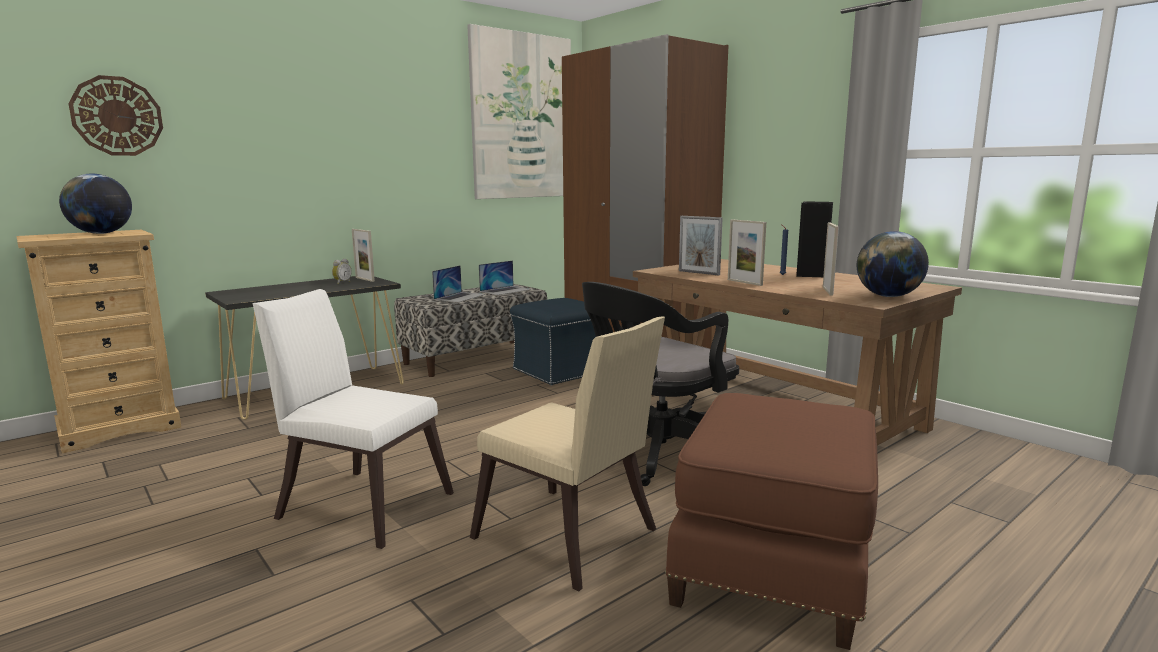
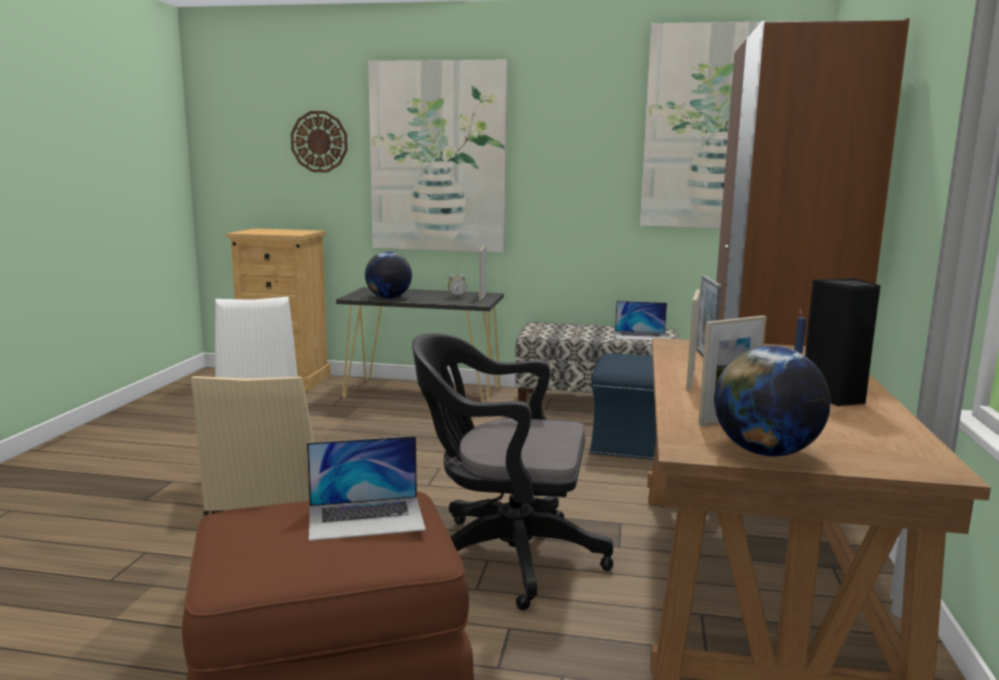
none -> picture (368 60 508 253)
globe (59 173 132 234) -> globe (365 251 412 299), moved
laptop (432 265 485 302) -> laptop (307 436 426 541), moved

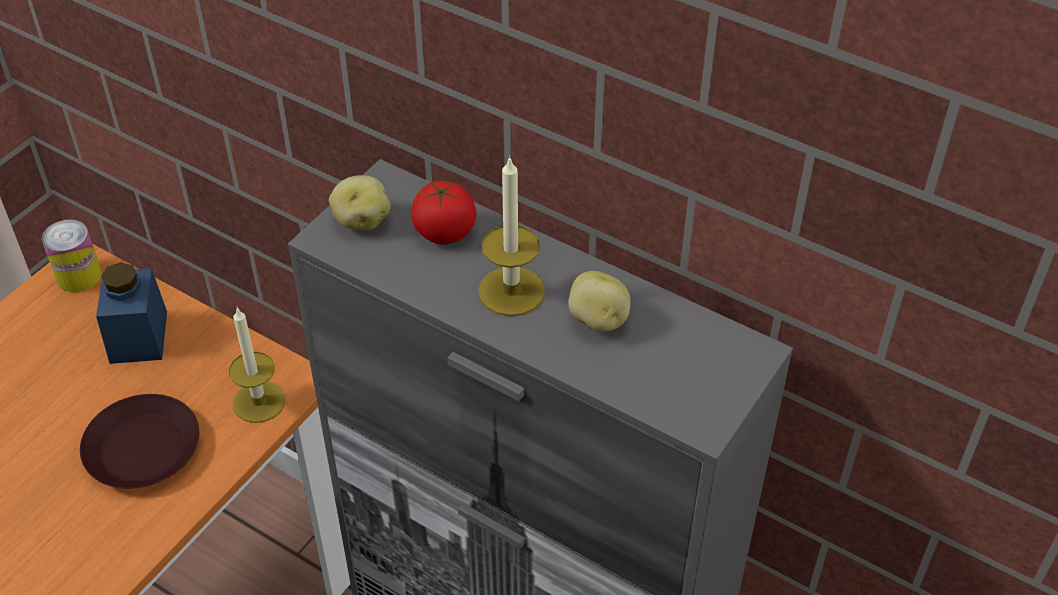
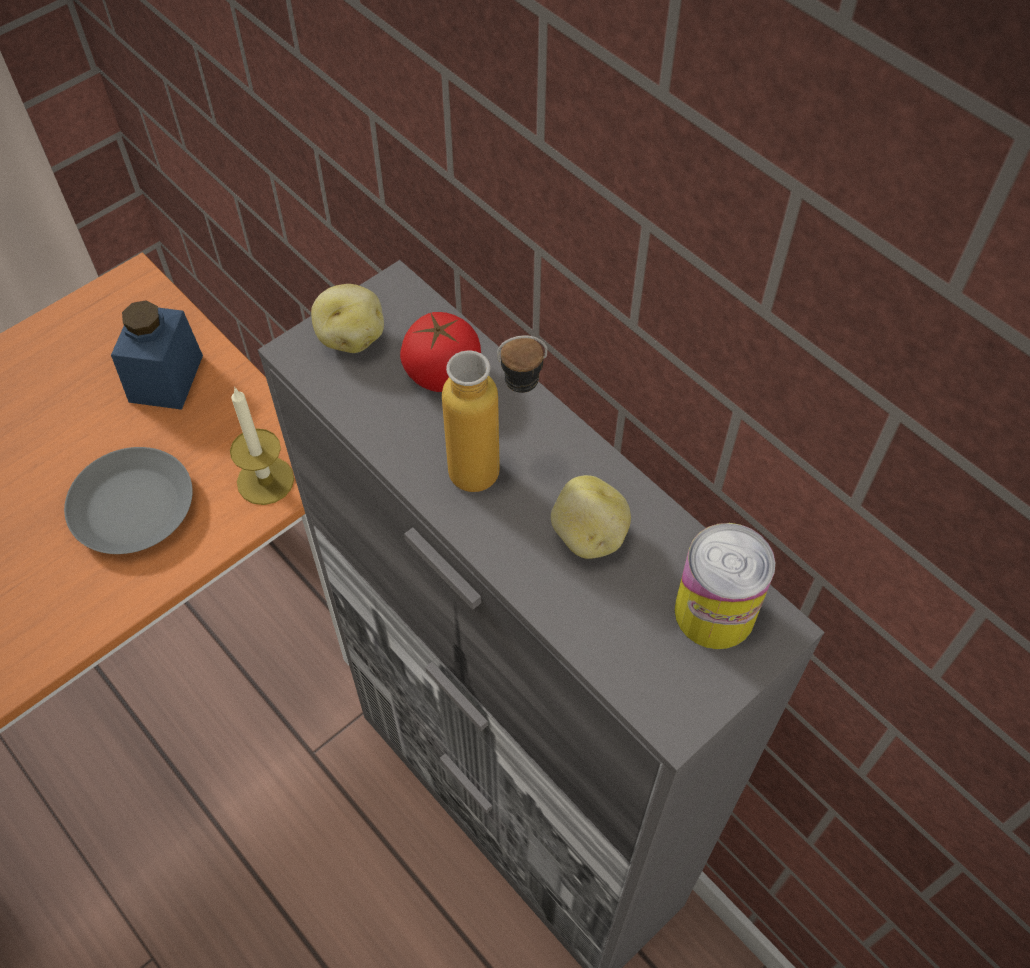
can (42 220 102 292) -> can (674 523 775 649), moved
candle (478 156 545 316) -> bottle (442 335 547 492)
plate in brown (80 394 199 489) -> plate in grey (64 447 193 554)

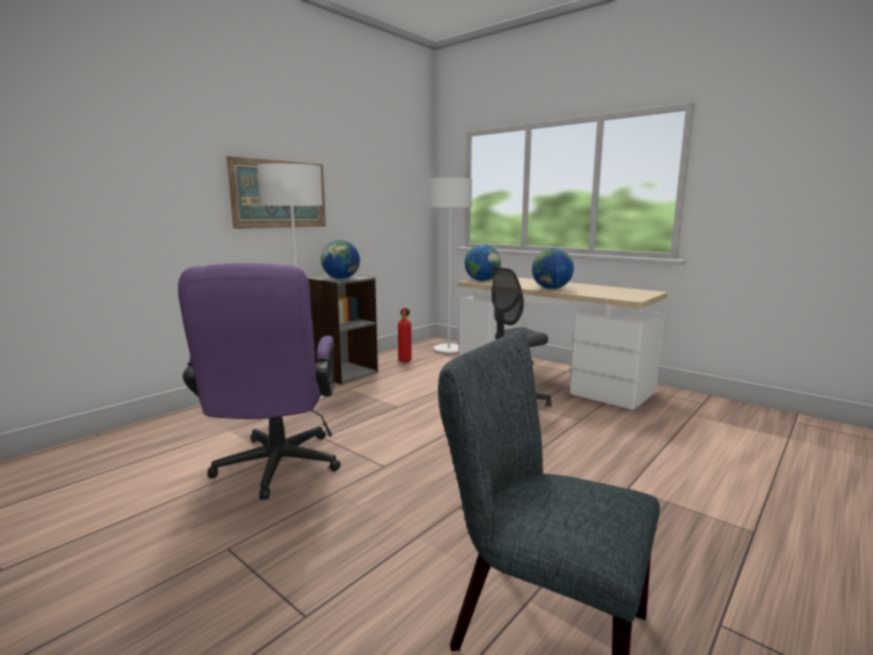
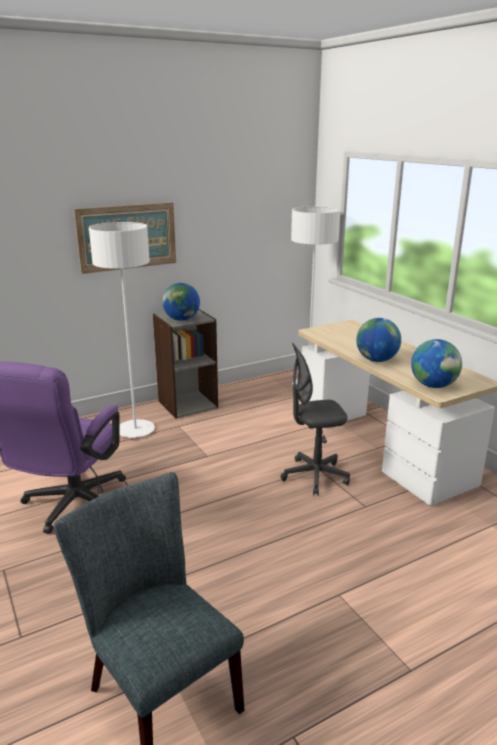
fire extinguisher (398 308 412 362) -> none
globe (465 244 501 281) -> globe (411 339 462 388), moved

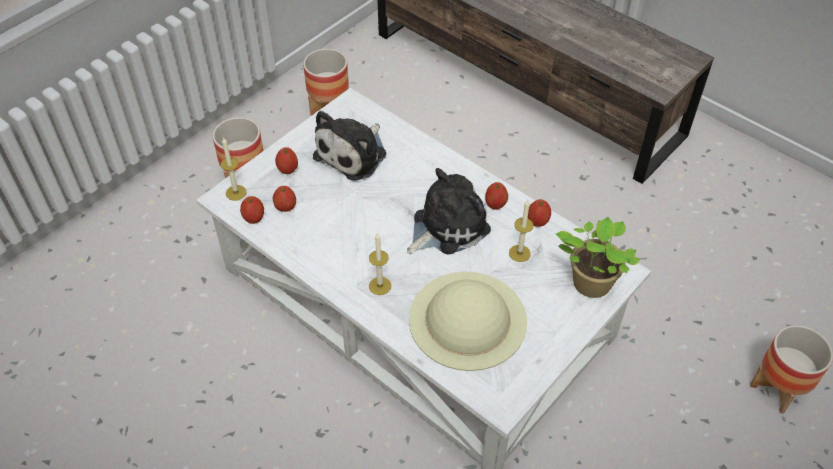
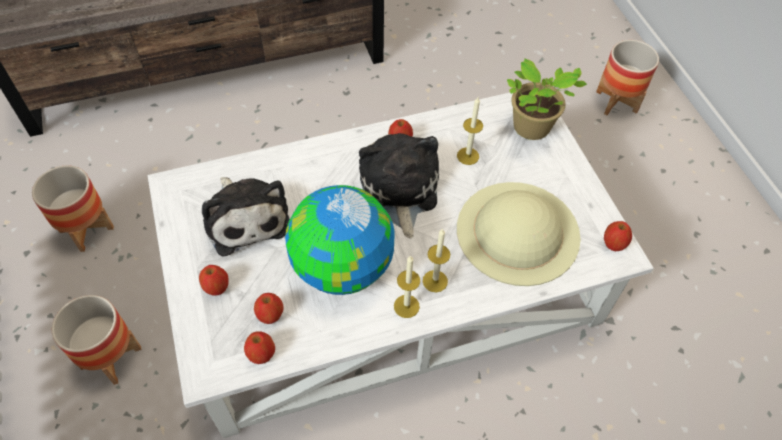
none -> globe (285 185 395 295)
candle (220 137 247 201) -> candle (394 255 420 318), moved
apple (528 199 551 227) -> apple (604 221 632 251), moved

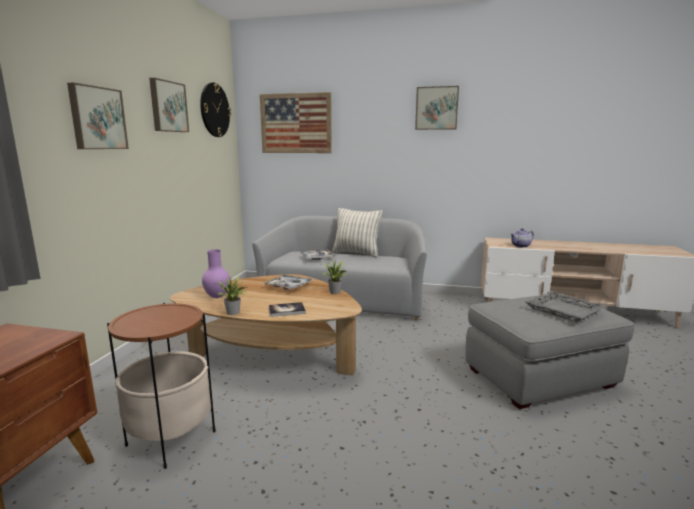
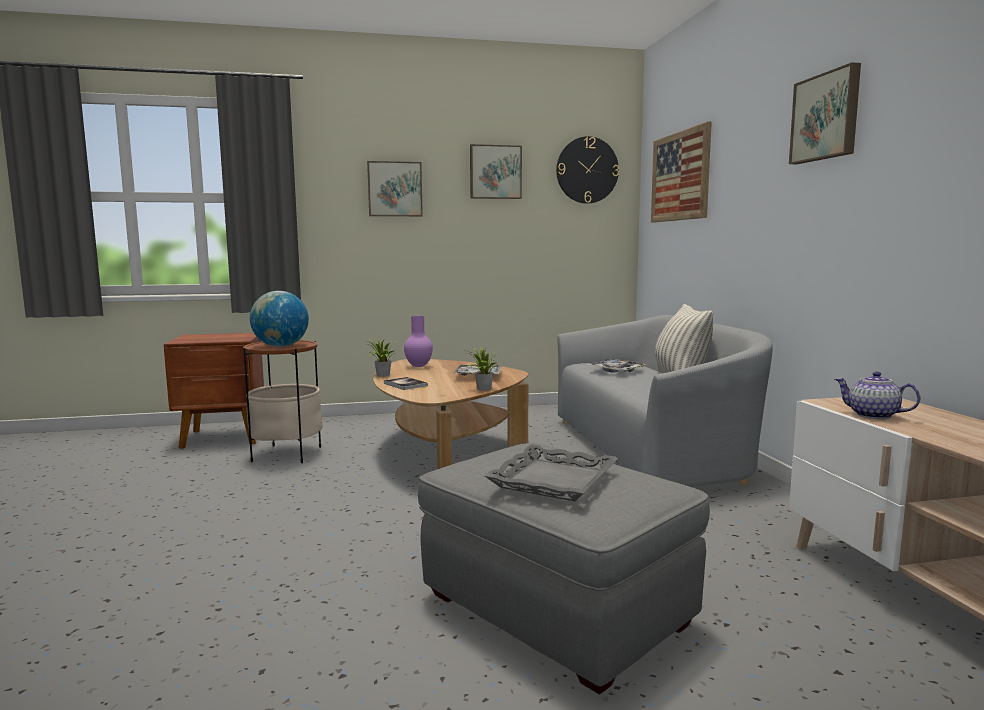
none -> globe (250 291 309 347)

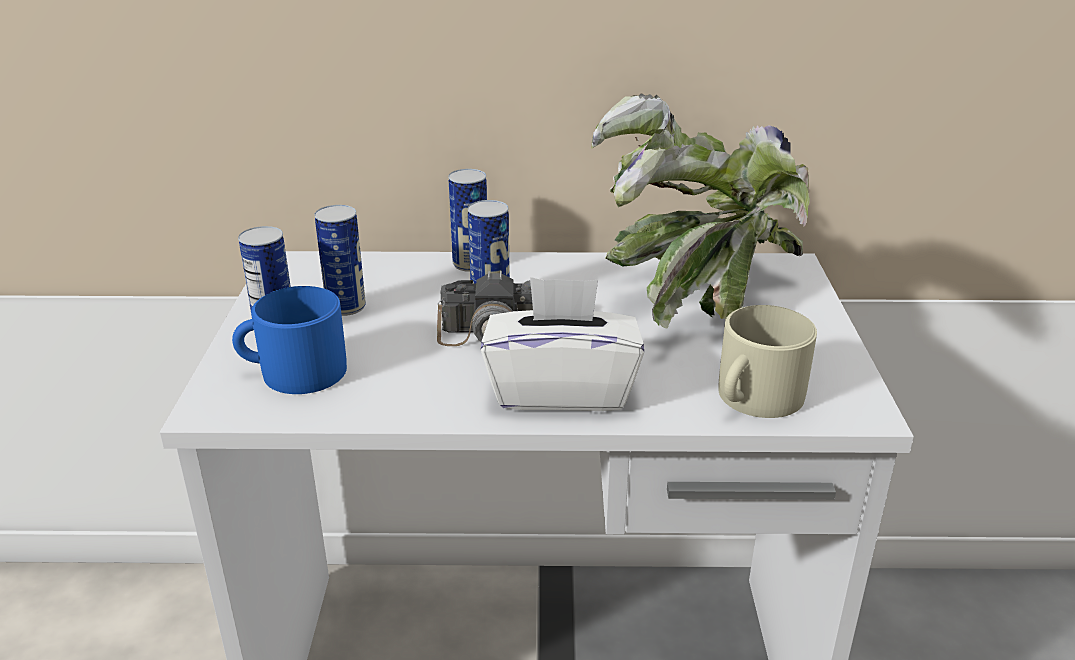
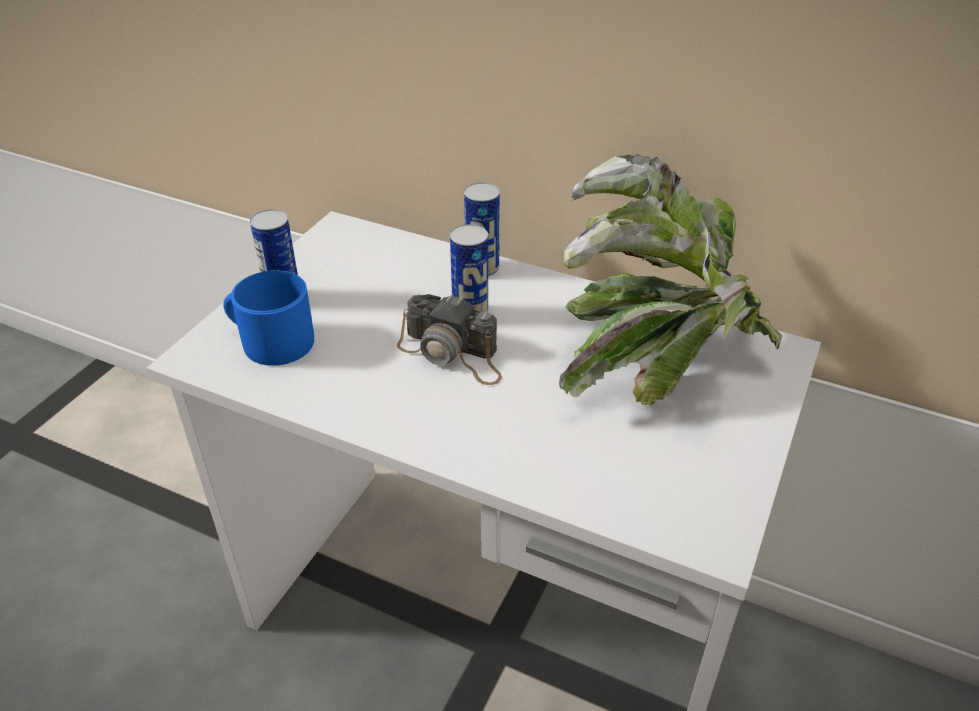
can (314 205 366 316) -> none
tissue box in white (481 277 644 411) -> none
mug in beige (719 305 817 418) -> none

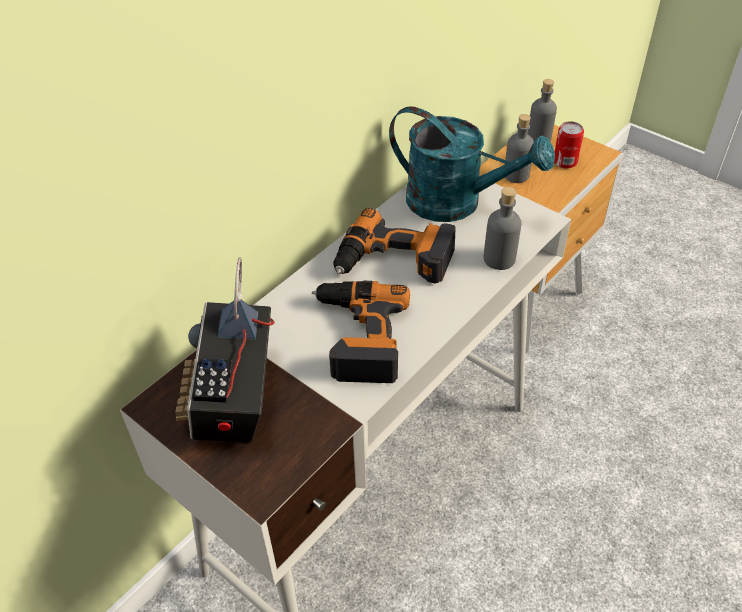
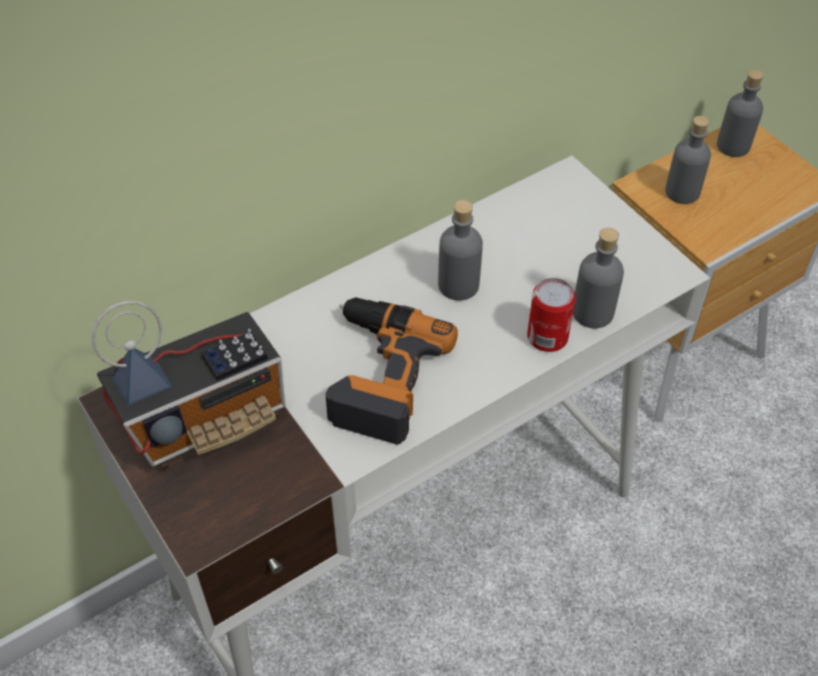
watering can in turquoise (389 106 555 222) -> none
can (554 121 584 169) -> can (527 278 576 352), moved
power drill (333 208 456 283) -> bottle in grey (438 200 483 301)
radio (175 257 275 443) -> radio (92 301 285 471), 135 degrees counterclockwise

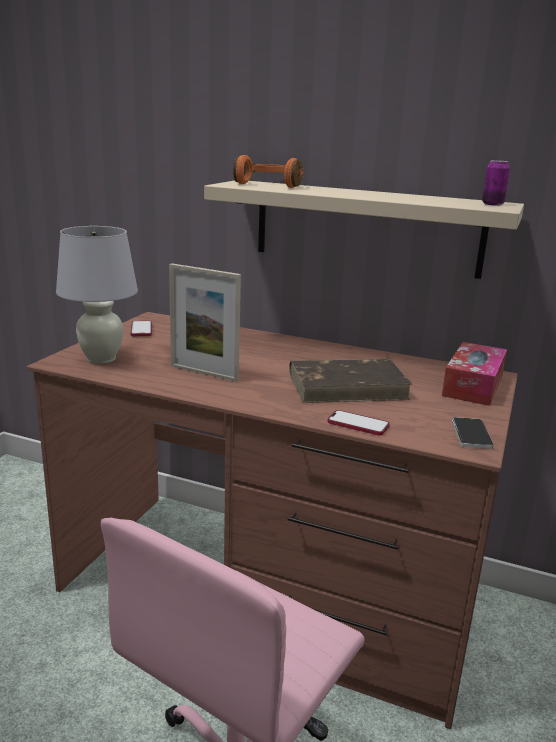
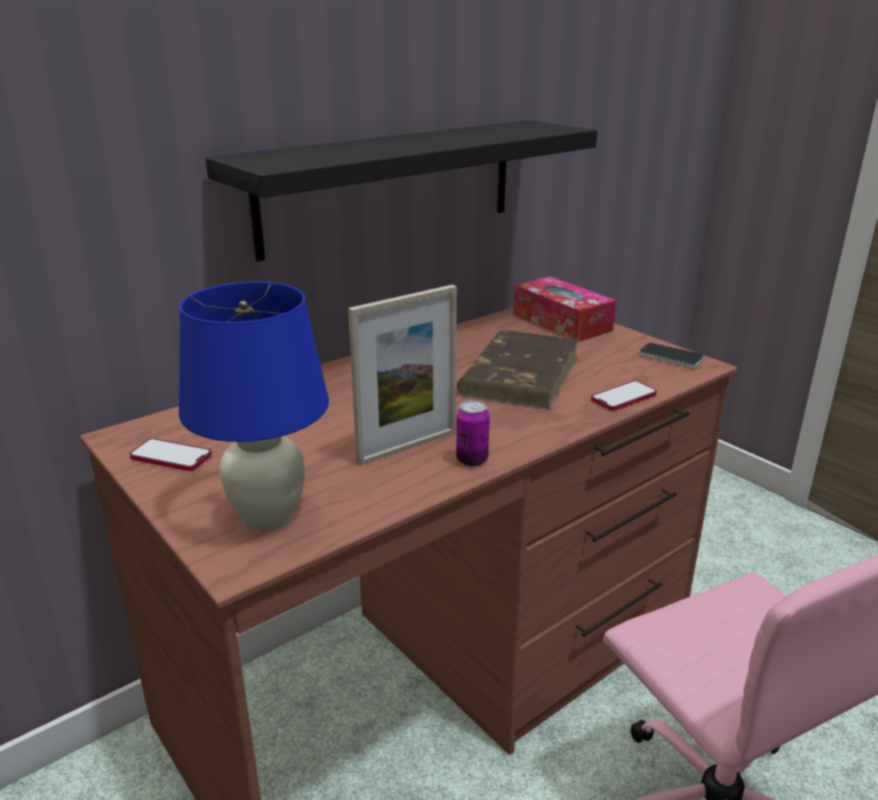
headphones in orange (233 155 303 188) -> none
can (482 160 510 206) -> can (456 400 490 467), moved
table lamp in white (56 226 138 364) -> table lamp in blue (179 282 329 531)
shelf in beige (204 180 524 279) -> shelf in black (205 120 597 262)

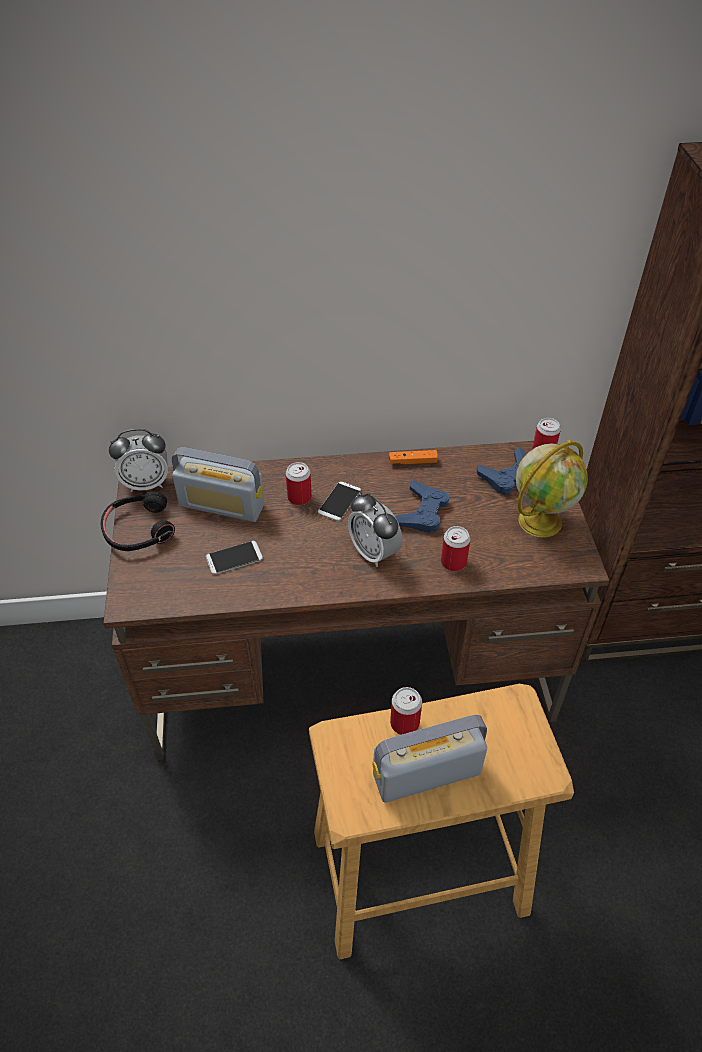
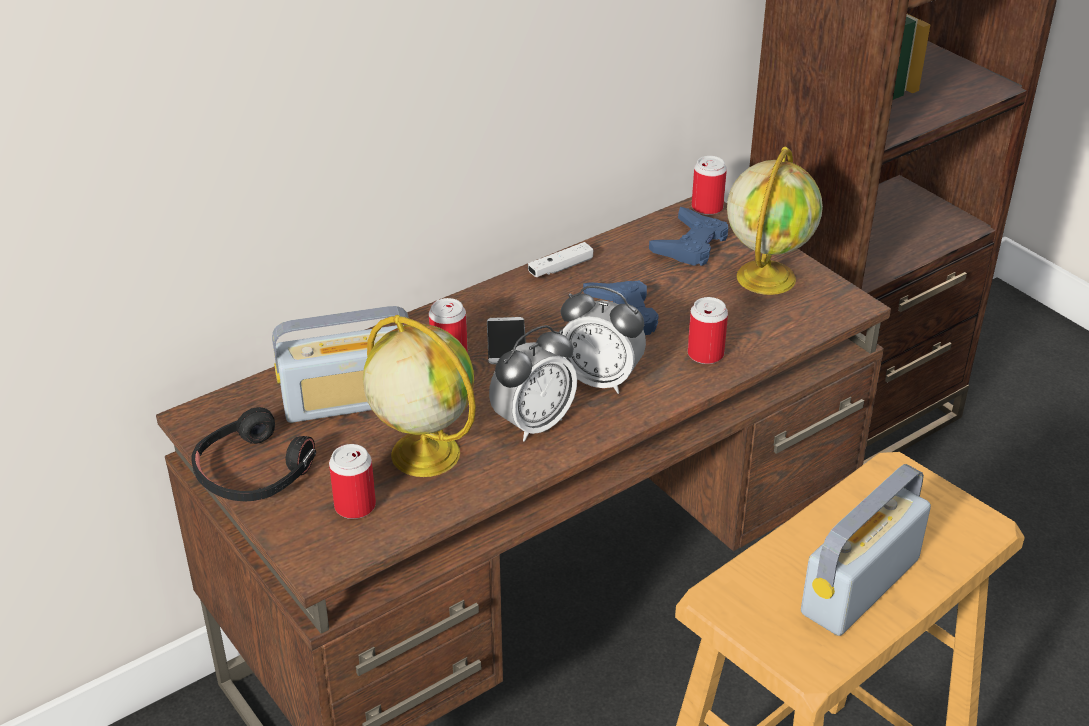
alarm clock (109 429 168 492) -> alarm clock (489 325 577 441), moved
can (390 687 422 735) -> can (329 444 376 519), moved
phone (206 541 263 575) -> globe (363 315 476 477)
game controller in orange (389 450 438 464) -> game controller in white (528 242 593 277)

